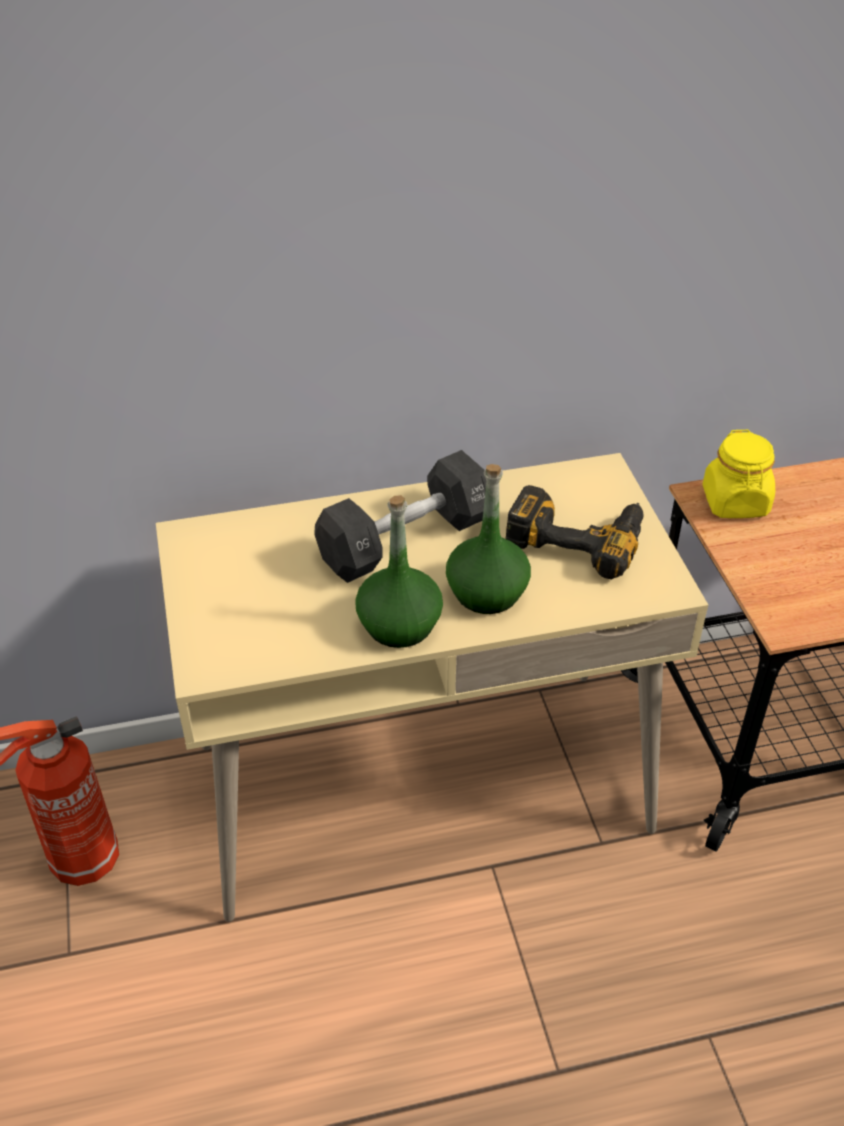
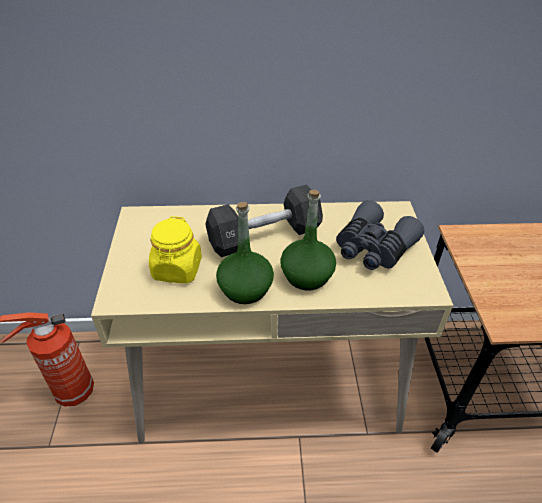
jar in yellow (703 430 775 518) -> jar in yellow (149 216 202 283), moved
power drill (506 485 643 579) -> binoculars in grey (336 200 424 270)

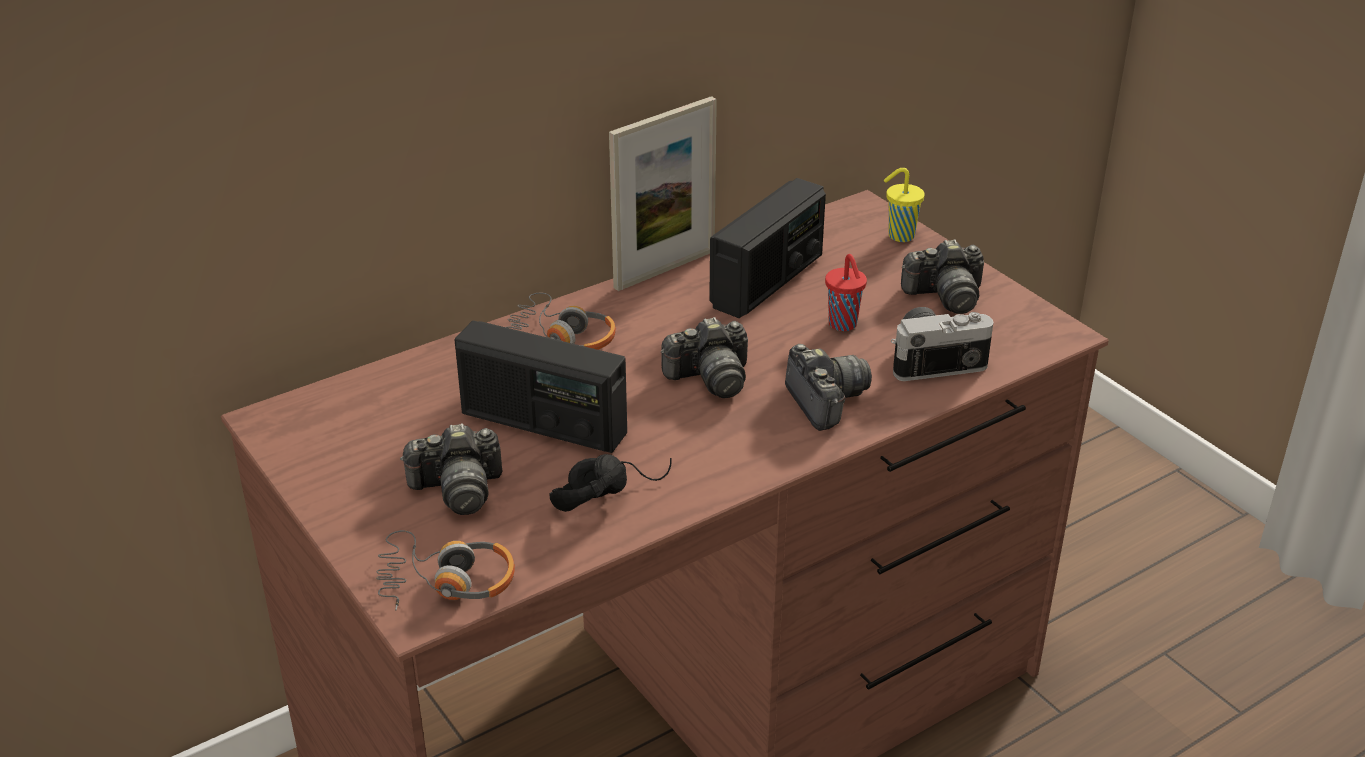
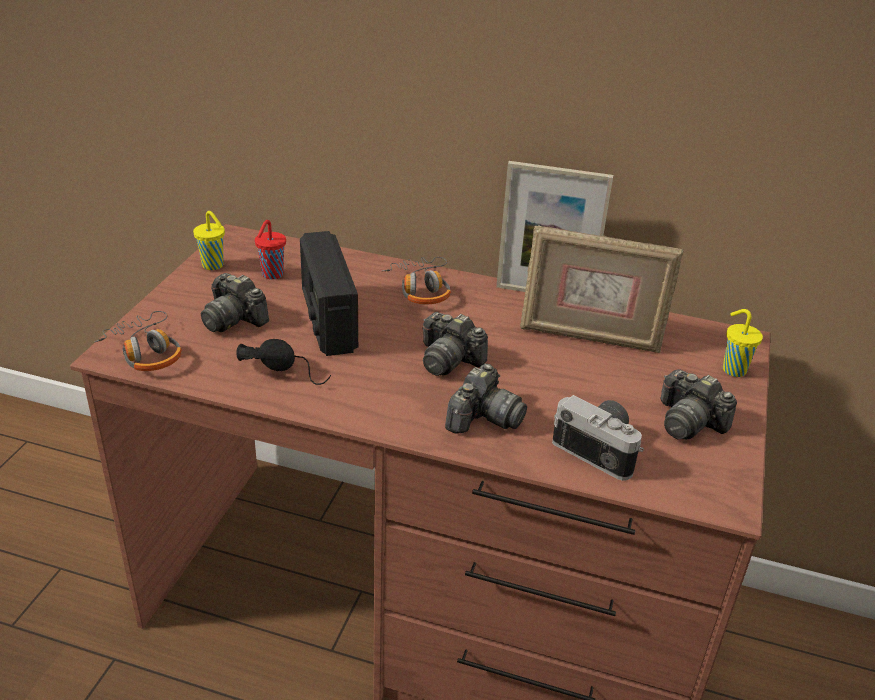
none -> cup in yellow (193 211 225 270)
cup in red (825 254 867 331) -> cup in red (255 220 286 279), moved
radio (709 178 826 318) -> picture frame (520 225 683 353)

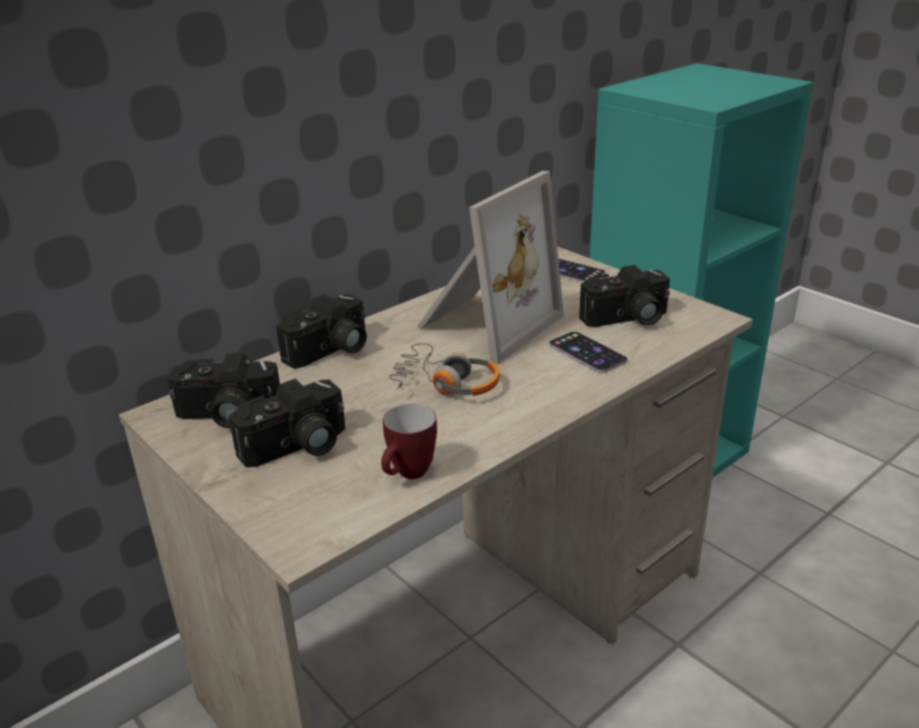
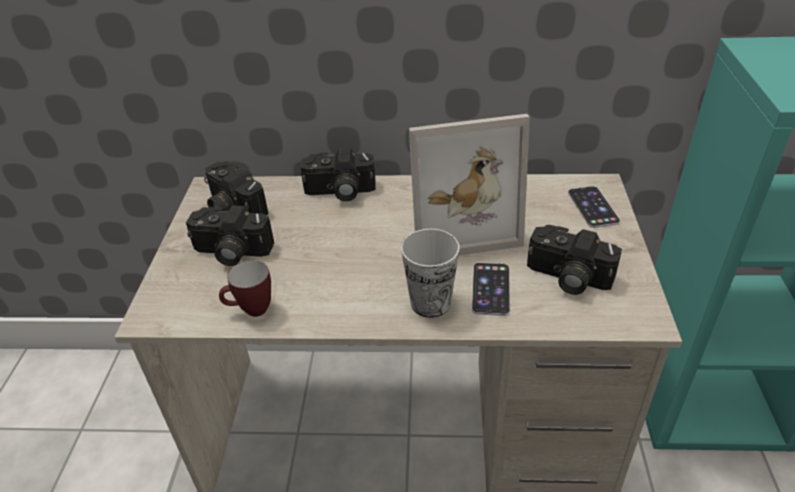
headphones (389 343 500 396) -> none
none -> cup (401 229 460 318)

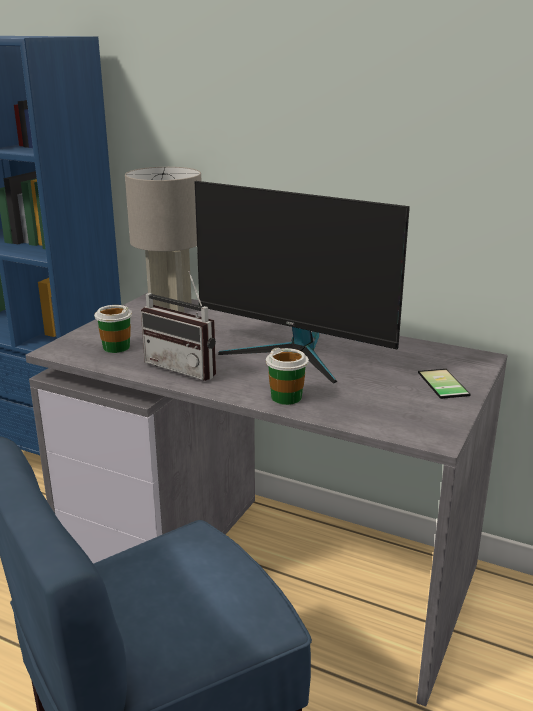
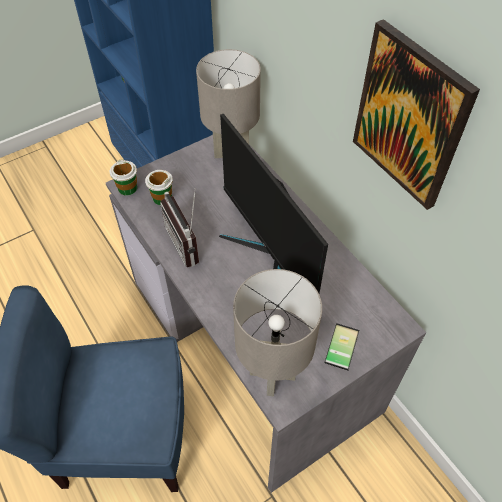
none -> table lamp in grey (233 269 322 396)
none -> picture (353 19 480 210)
cup (266 348 309 405) -> cup (110 159 137 196), moved

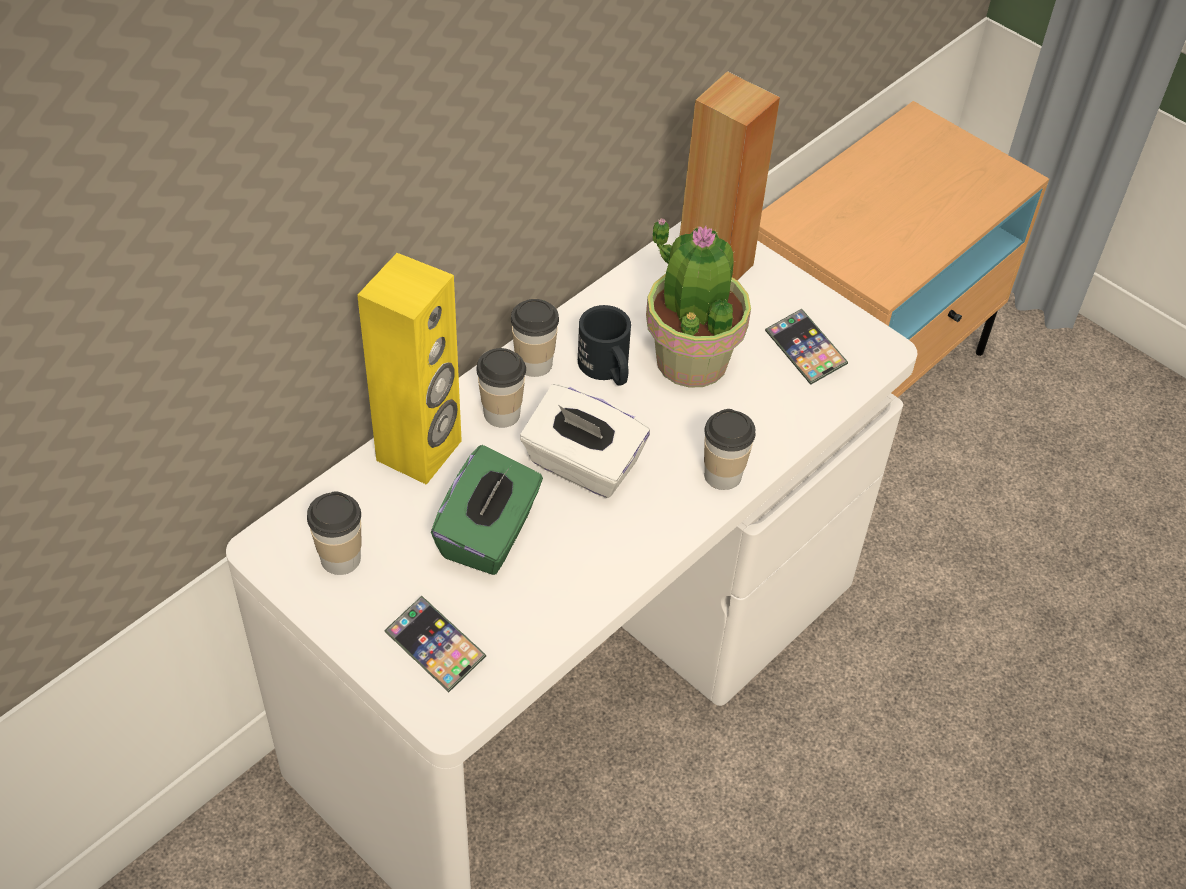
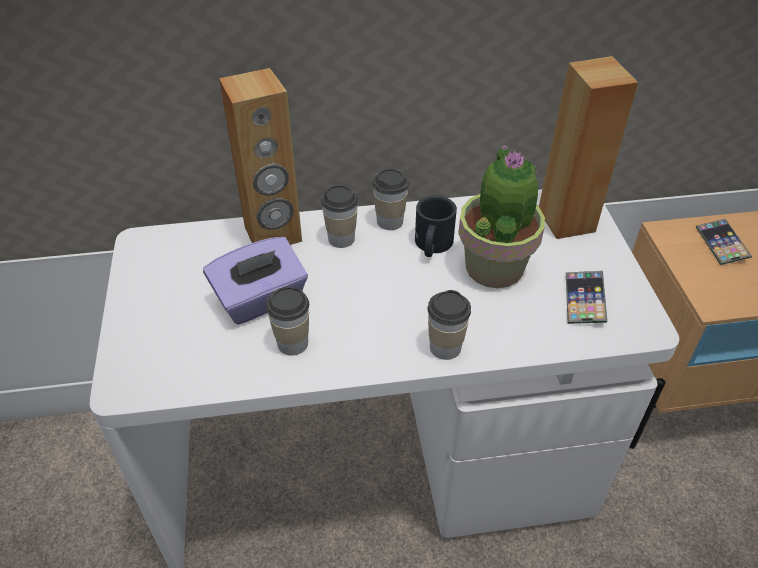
tissue box in white (520 384 650 498) -> none
cup (307 491 361 575) -> cup (266 287 309 356), moved
phone (384 596 486 692) -> phone (696 219 752 265), moved
speaker in yellow (357 253 462 485) -> speaker in brown (219 68 302 245)
tissue box in green (431 445 543 575) -> tissue box in purple (203 237 308 325)

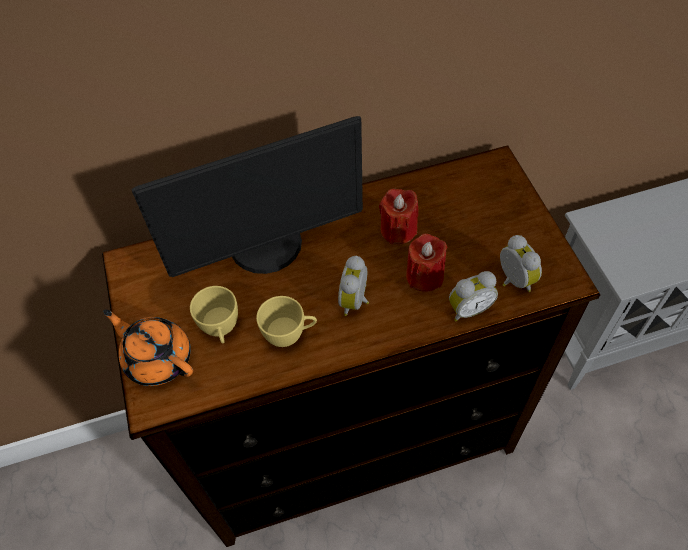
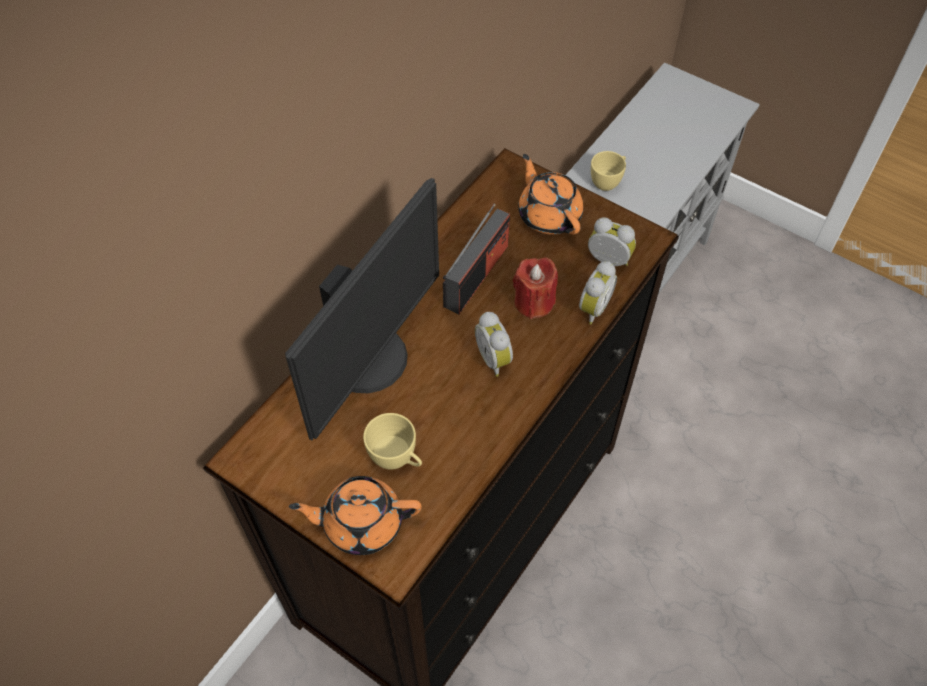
none -> teapot in orange (518 154 583 235)
cup in yellow (256 296 317 347) -> cup in yellow (591 151 626 191), moved
candle in red (379 189 418 244) -> radio (443 204 510 314)

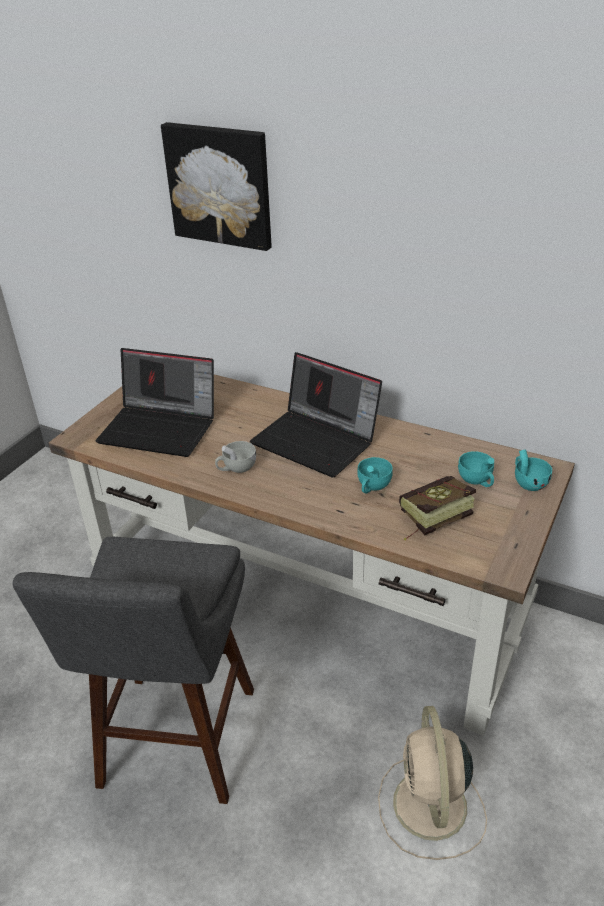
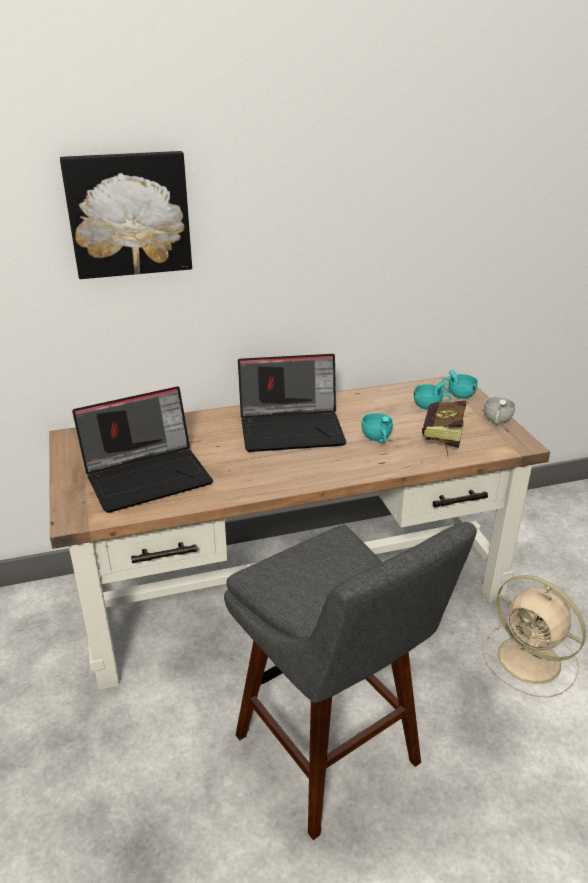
cup in white (215 441 256 473) -> cup in white (484 397 515 425), moved

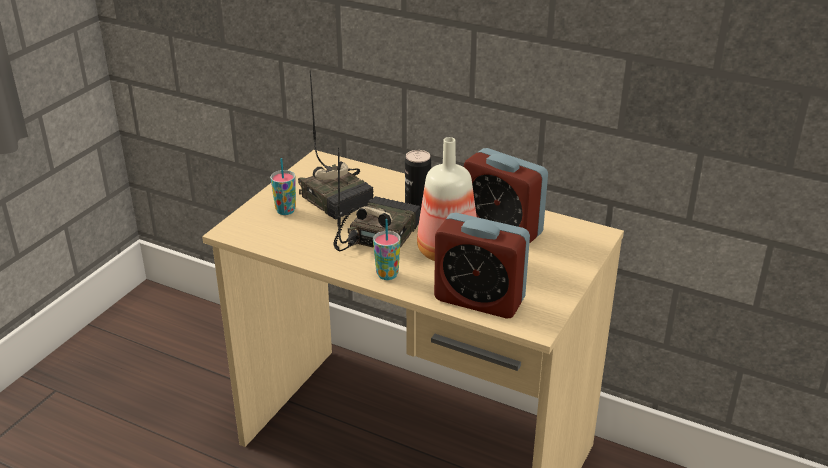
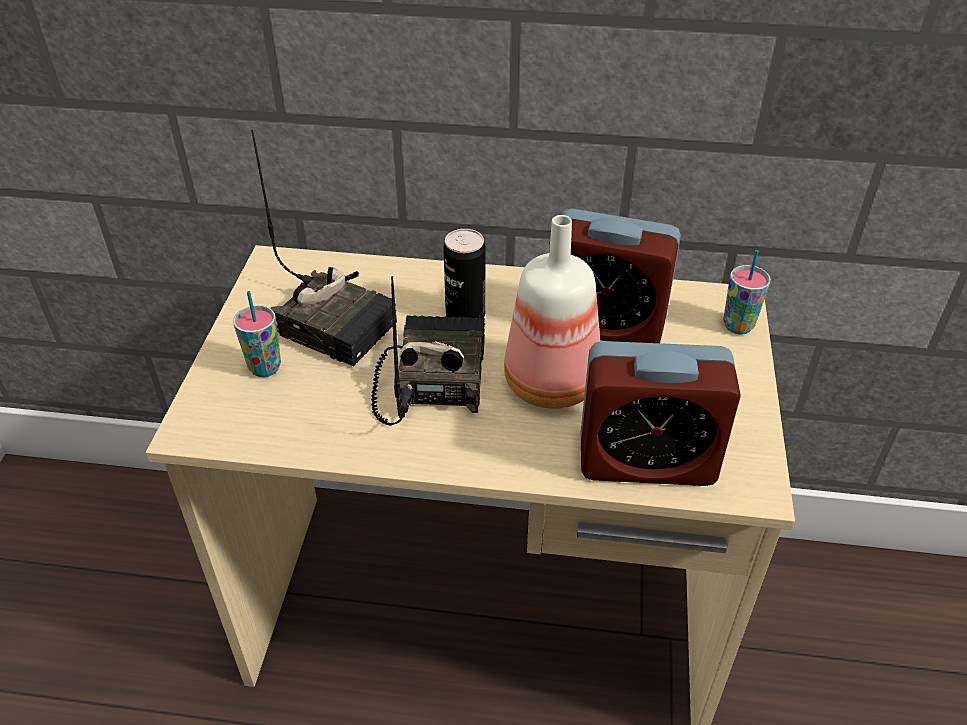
cup (373 219 401 280) -> cup (723 250 771 334), moved

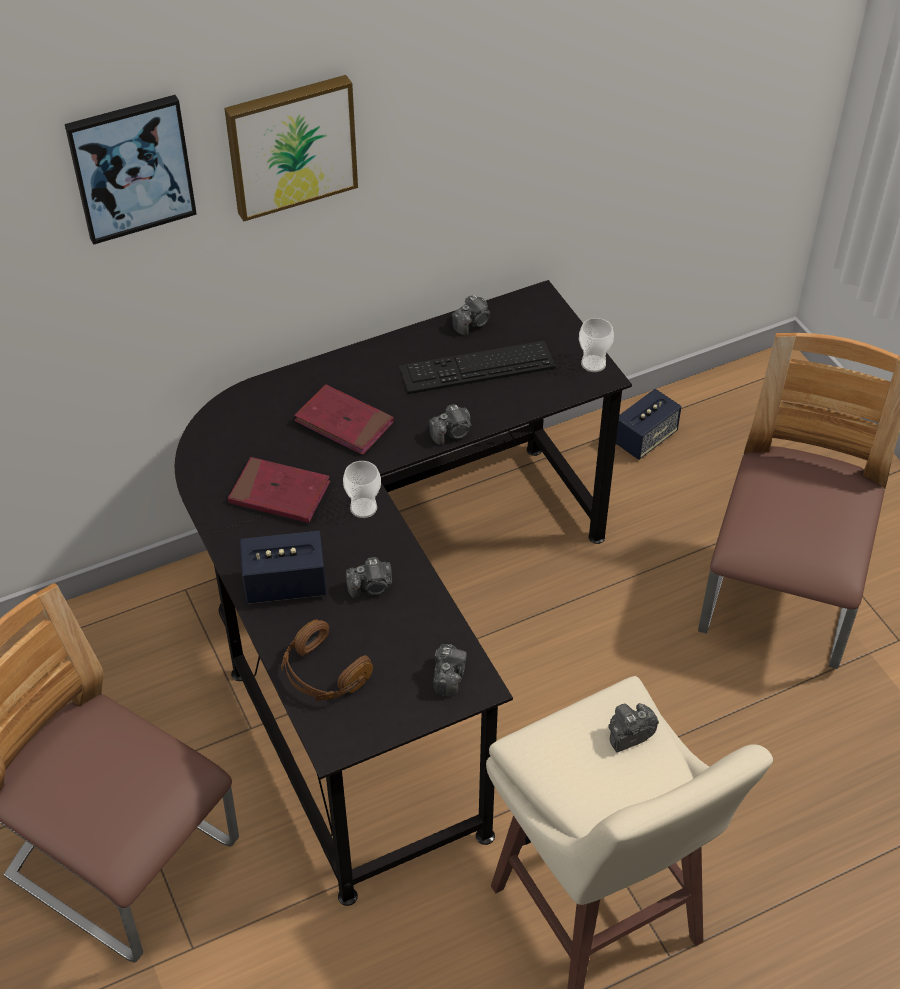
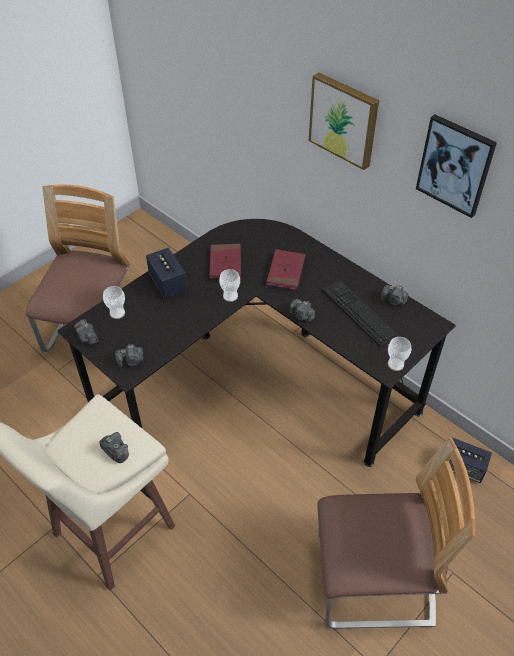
picture (65 95 197 245) -> picture (416 114 497 218), moved
photo camera (346 557 392 599) -> photo camera (74 319 98 345), moved
headphones in brown (281 619 373 701) -> cup (103 286 125 319)

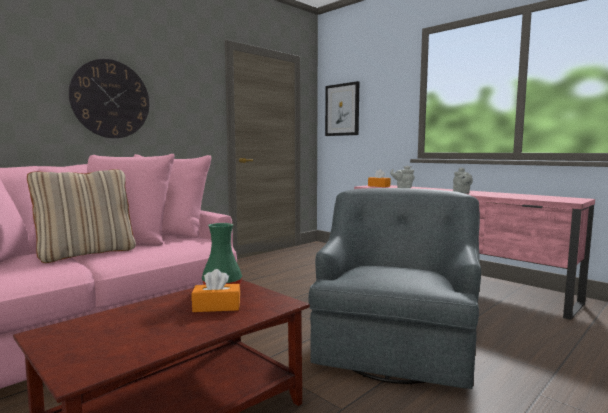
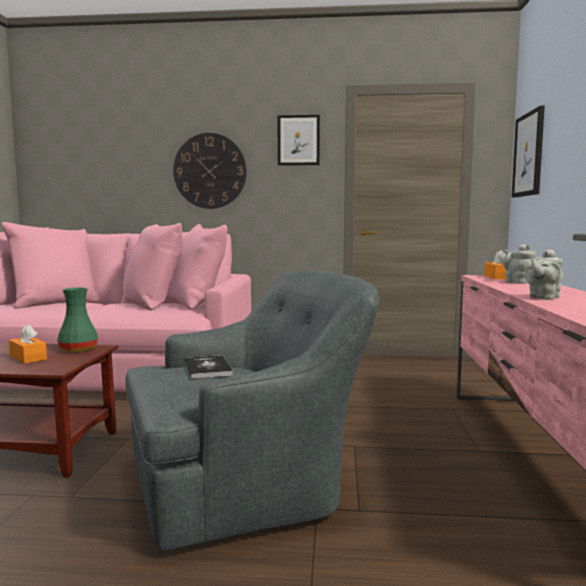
pillow in beige (27 169 136 263) -> none
none -> book (185 355 233 379)
none -> picture (278 115 320 166)

